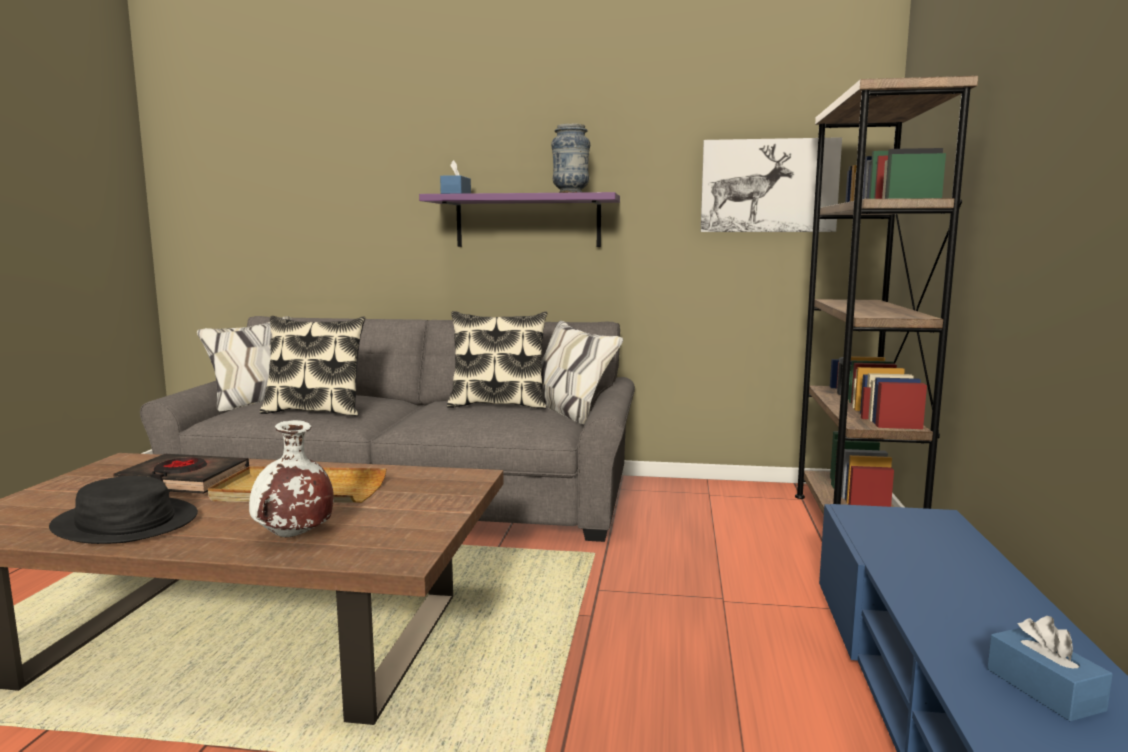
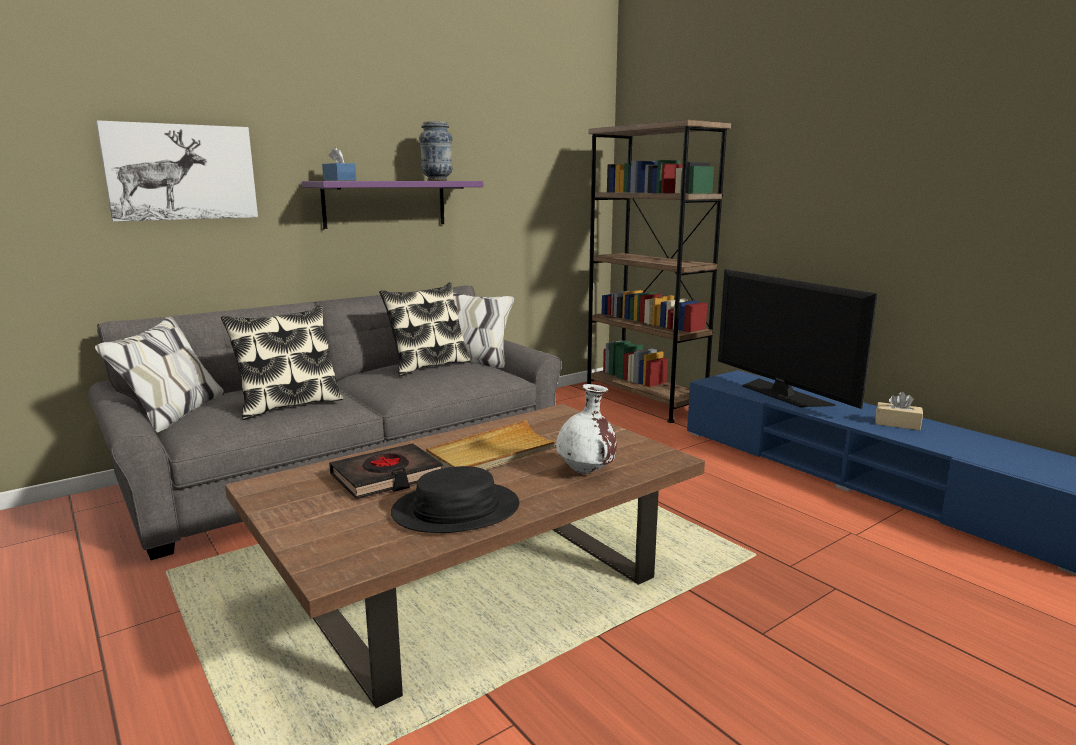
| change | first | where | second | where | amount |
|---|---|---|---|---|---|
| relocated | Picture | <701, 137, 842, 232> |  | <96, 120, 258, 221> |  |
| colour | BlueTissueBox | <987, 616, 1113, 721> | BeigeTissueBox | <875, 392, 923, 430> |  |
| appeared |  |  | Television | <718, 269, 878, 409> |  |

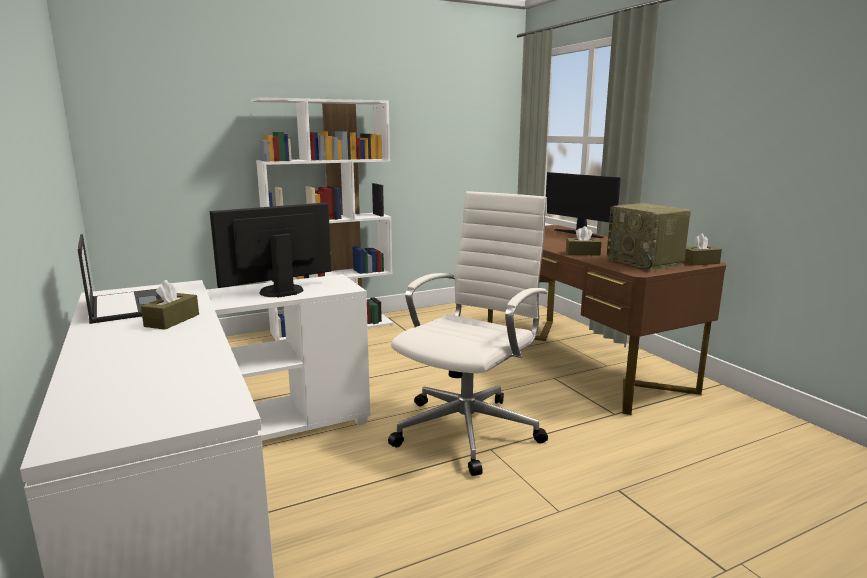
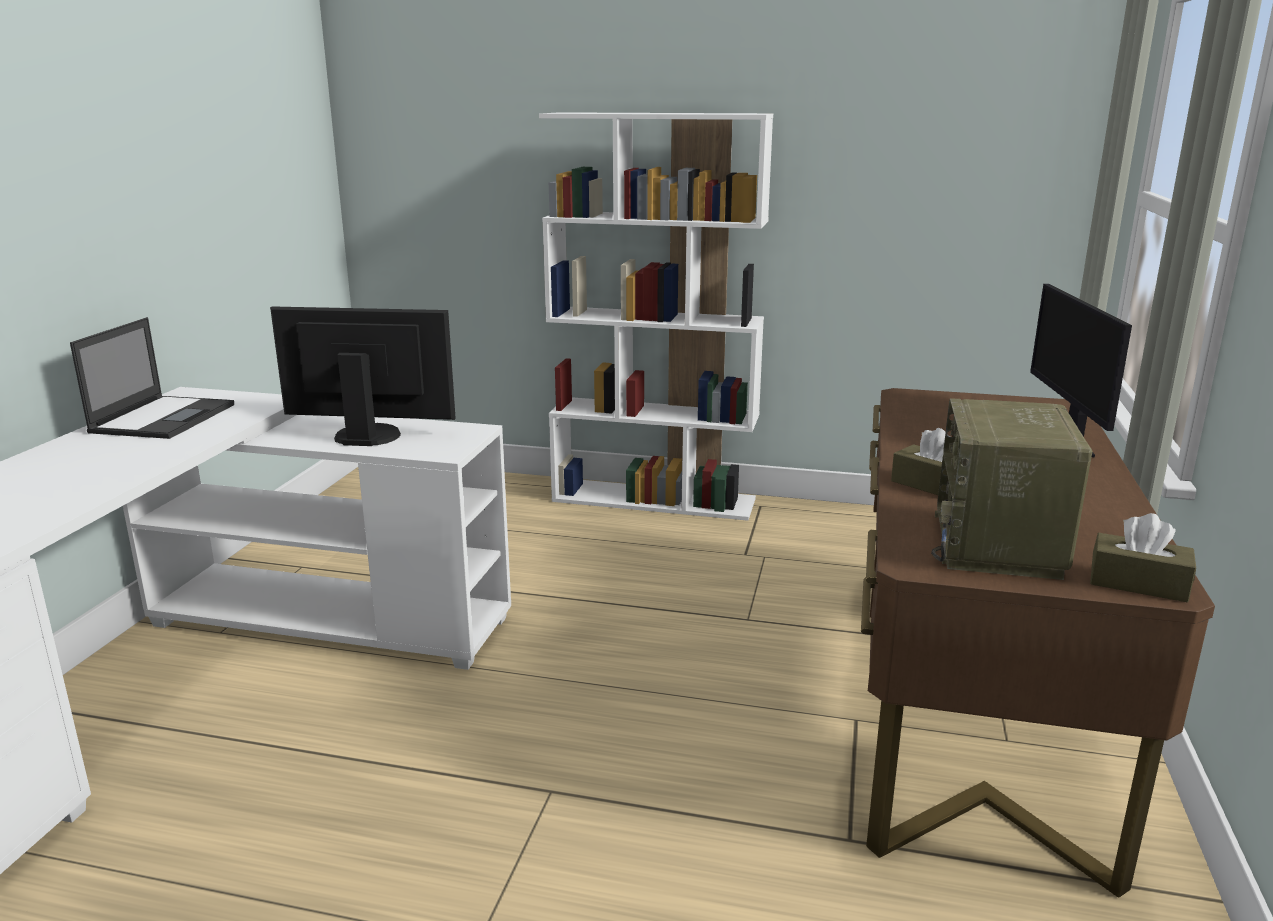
| change | first | where | second | where | amount |
|---|---|---|---|---|---|
| missing | BrownTissueBox | <141, 280, 199, 330> |  |  |  |
| missing | WhiteOfficeChair | <388, 191, 548, 476> |  |  |  |

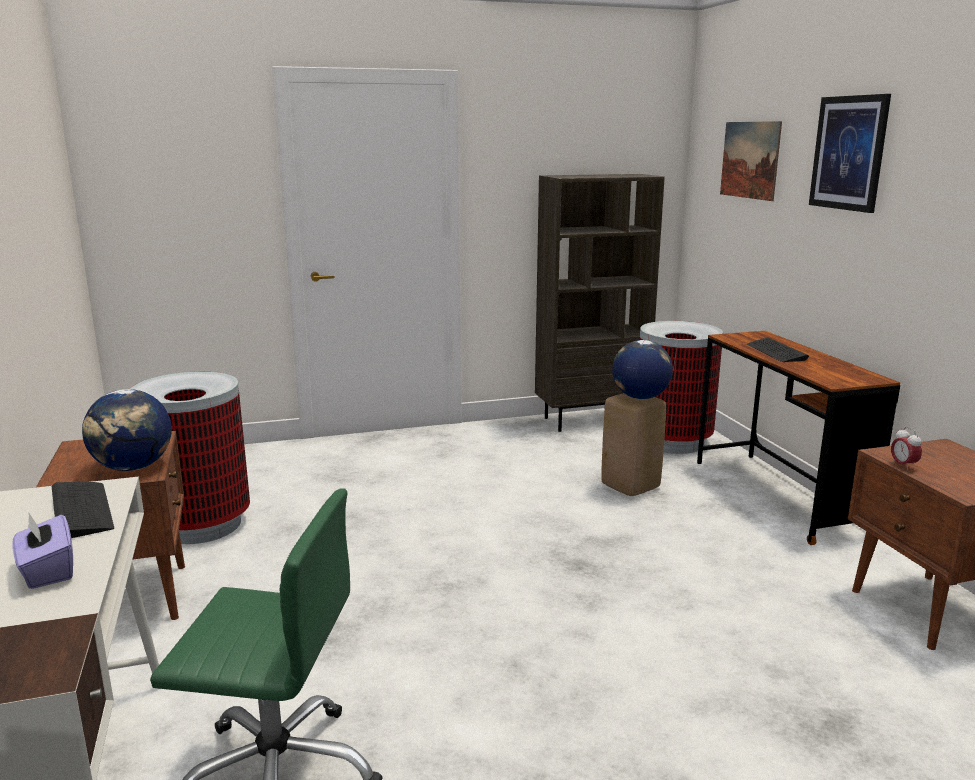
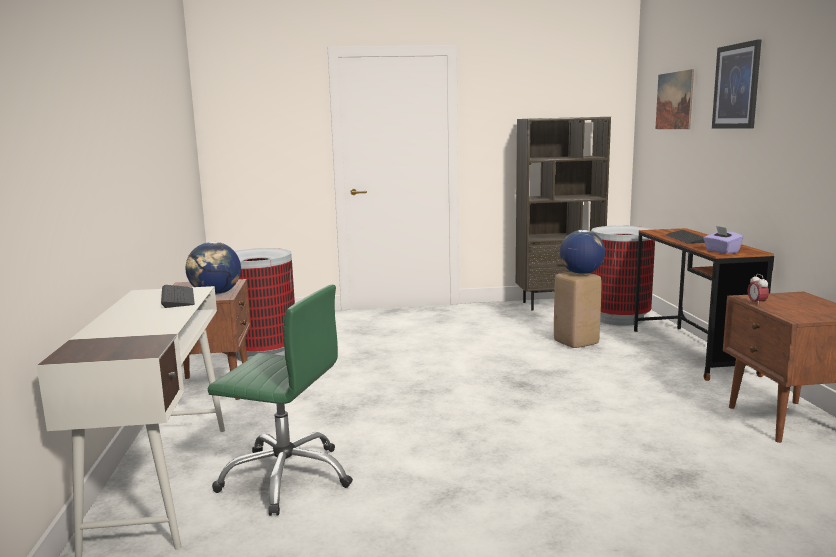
| change | first | where | second | where | amount |
|---|---|---|---|---|---|
| relocated | PurpleTissueBox | <12, 513, 73, 589> |  | <703, 226, 744, 254> |  |

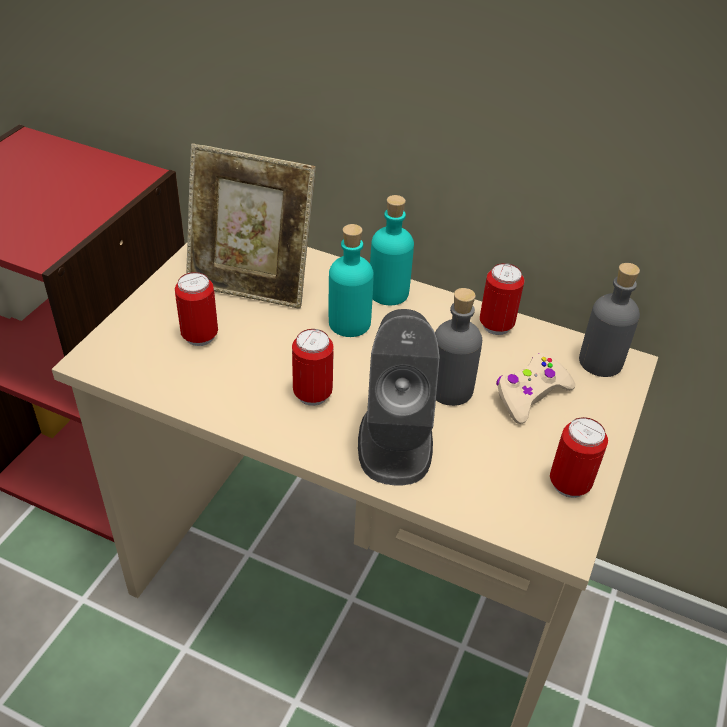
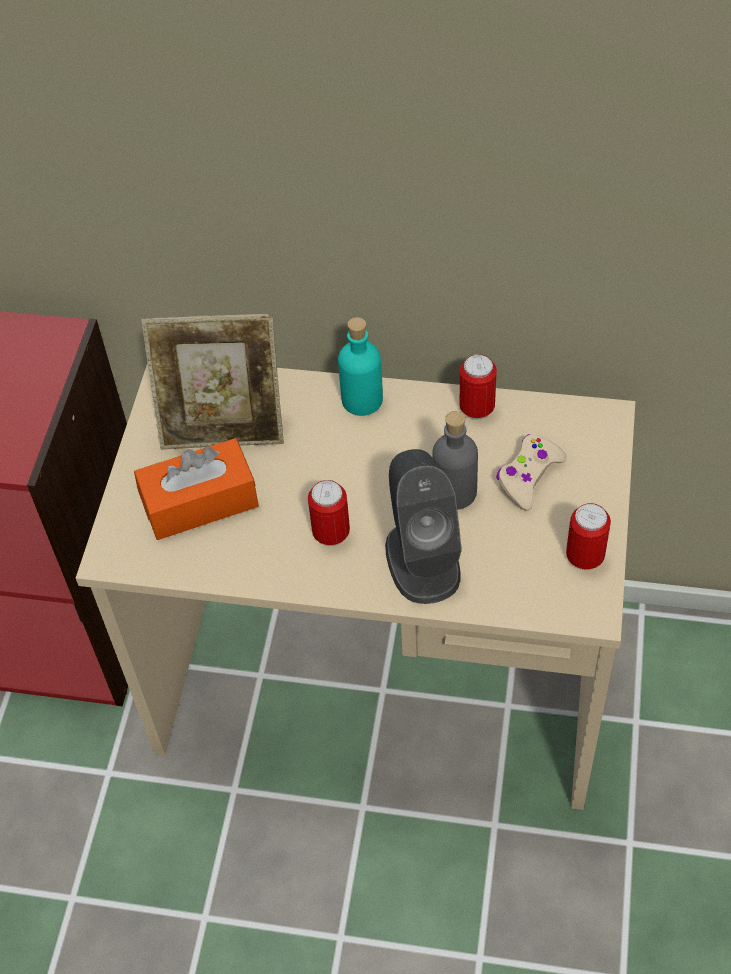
| change | first | where | second | where | amount |
|---|---|---|---|---|---|
| exchanged | Can | <175, 272, 218, 346> | OrangeTissueBox | <134, 438, 259, 540> |  |
| missing | TurquoiseBottle | <329, 224, 374, 337> |  |  |  |
| missing | GreyBottle | <579, 263, 640, 377> |  |  |  |

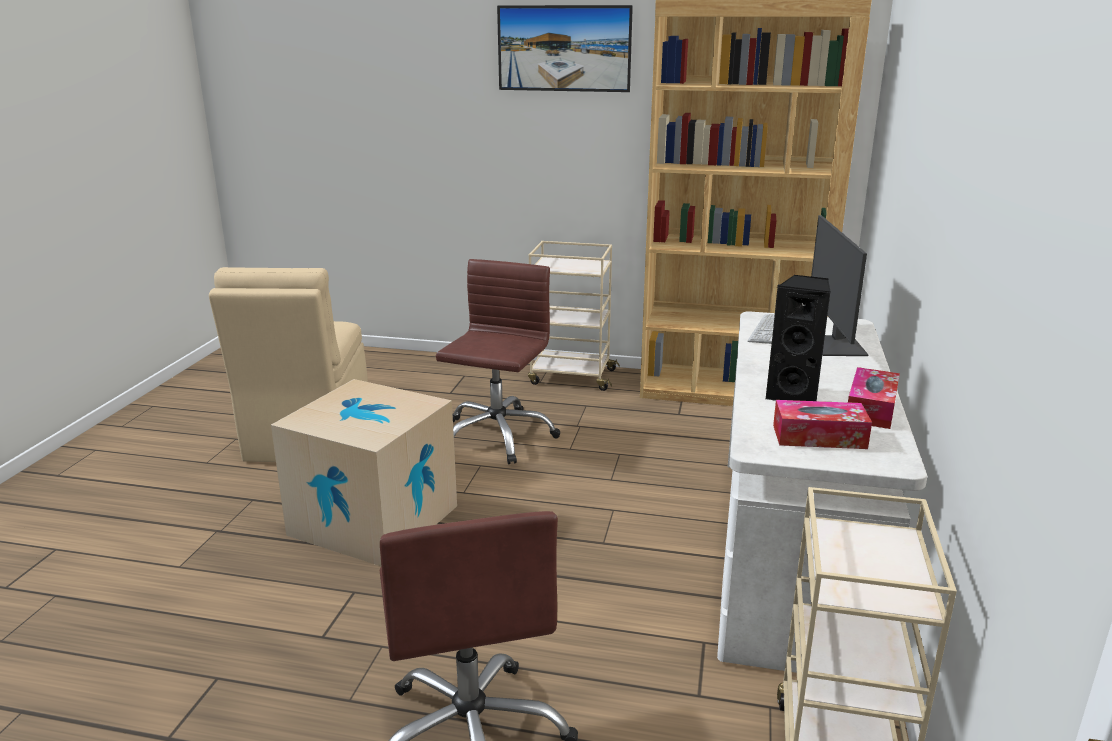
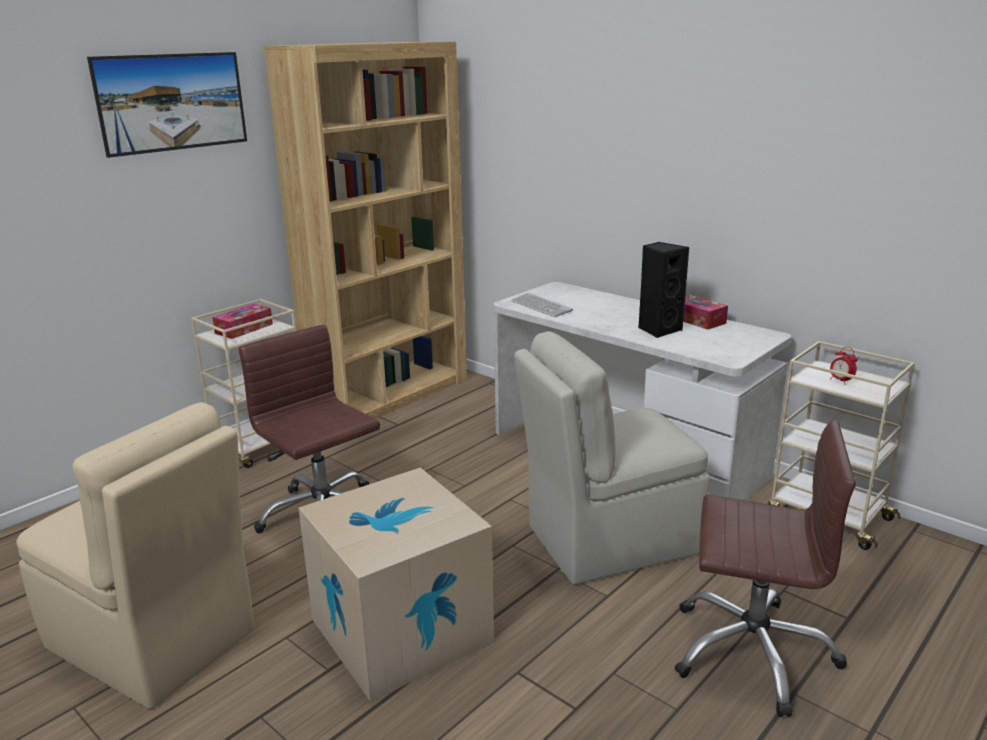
| change | first | where | second | where | amount |
|---|---|---|---|---|---|
| relocated | TissueBox | <773, 400, 872, 449> |  | <212, 304, 273, 339> |  |
| missing | Monitor | <811, 215, 868, 356> |  |  |  |
| appeared |  |  | BeigeChair | <514, 331, 710, 584> |  |
| appeared |  |  | AlarmClock | <830, 347, 858, 385> |  |

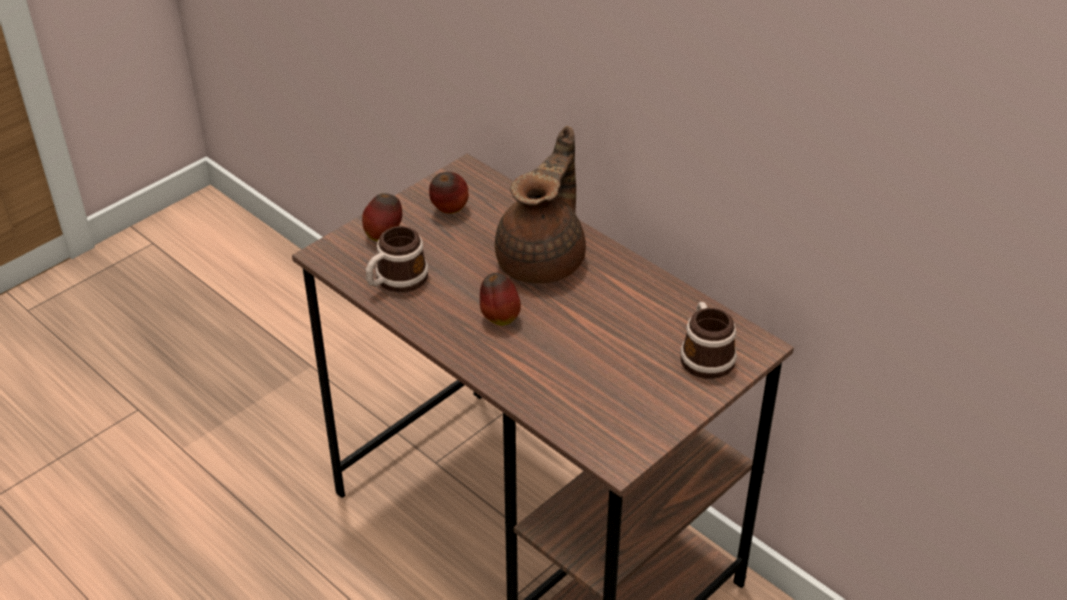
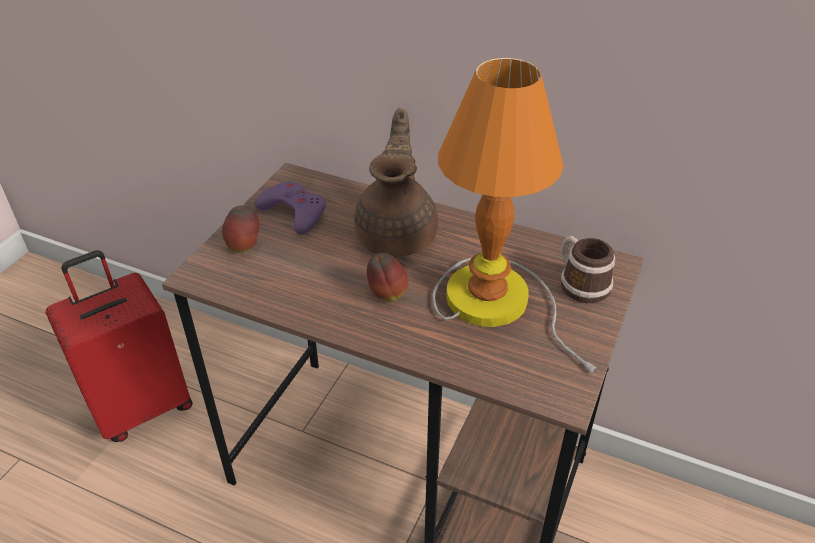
| change | first | where | second | where | amount |
|---|---|---|---|---|---|
| missing | Mug | <366, 226, 428, 293> |  |  |  |
| exchanged | Apple | <429, 172, 469, 214> | PurpleGameController | <255, 181, 326, 235> |  |
| appeared |  |  | RedSuitcase | <46, 250, 192, 442> |  |
| appeared |  |  | TableLamp | <432, 58, 599, 375> |  |

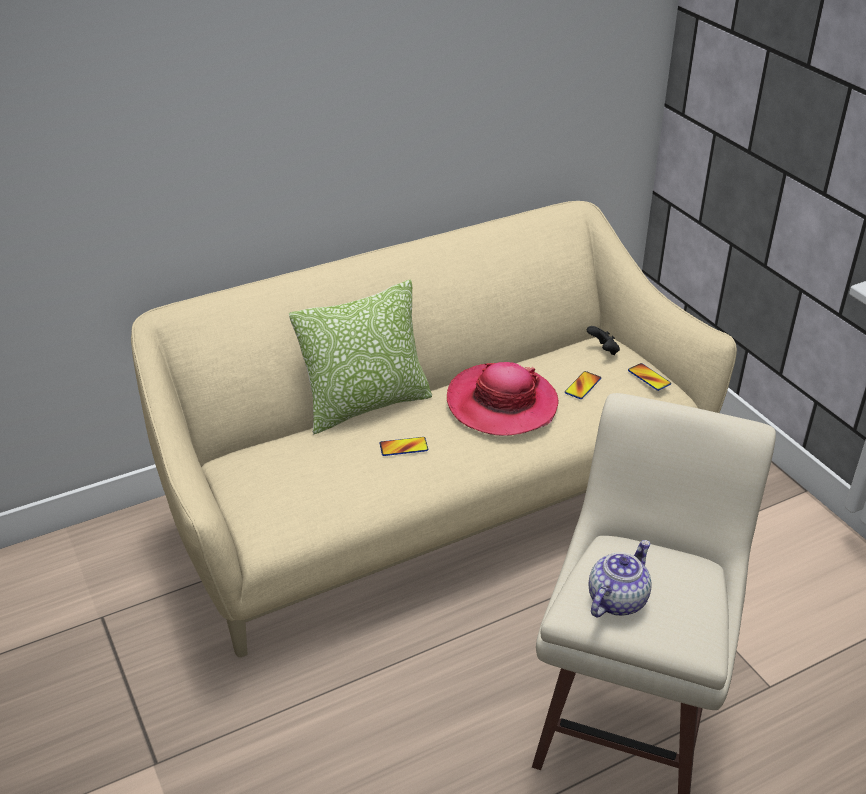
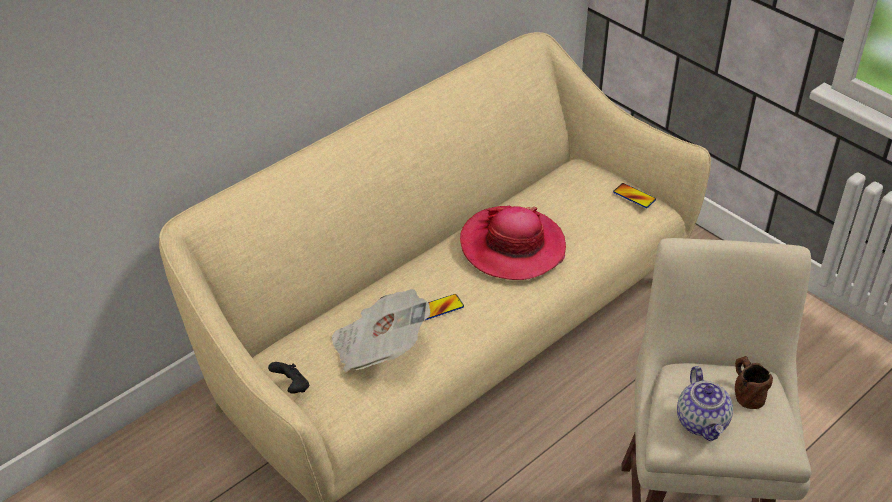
| change | first | where | second | where | amount |
|---|---|---|---|---|---|
| missing | Pillow | <289, 279, 432, 434> |  |  |  |
| missing | Phone | <565, 371, 601, 399> |  |  |  |
| relocated | BlackGameController | <587, 326, 620, 355> |  | <268, 362, 309, 394> |  |
| spun | Teapot | <589, 540, 651, 617> |  | <677, 366, 733, 441> | 150 degrees clockwise |
| appeared |  |  | Newspaper | <332, 289, 430, 372> |  |
| appeared |  |  | BrownMug | <735, 356, 773, 409> |  |

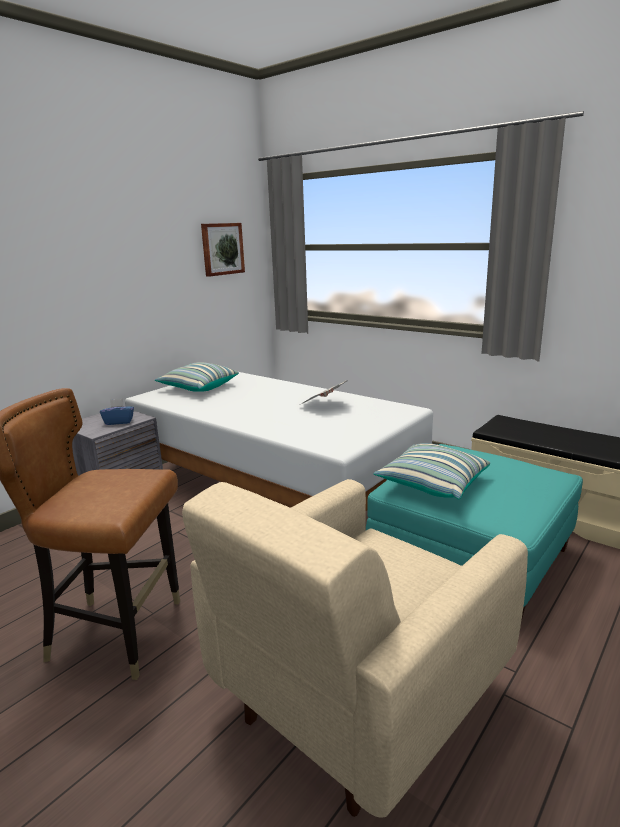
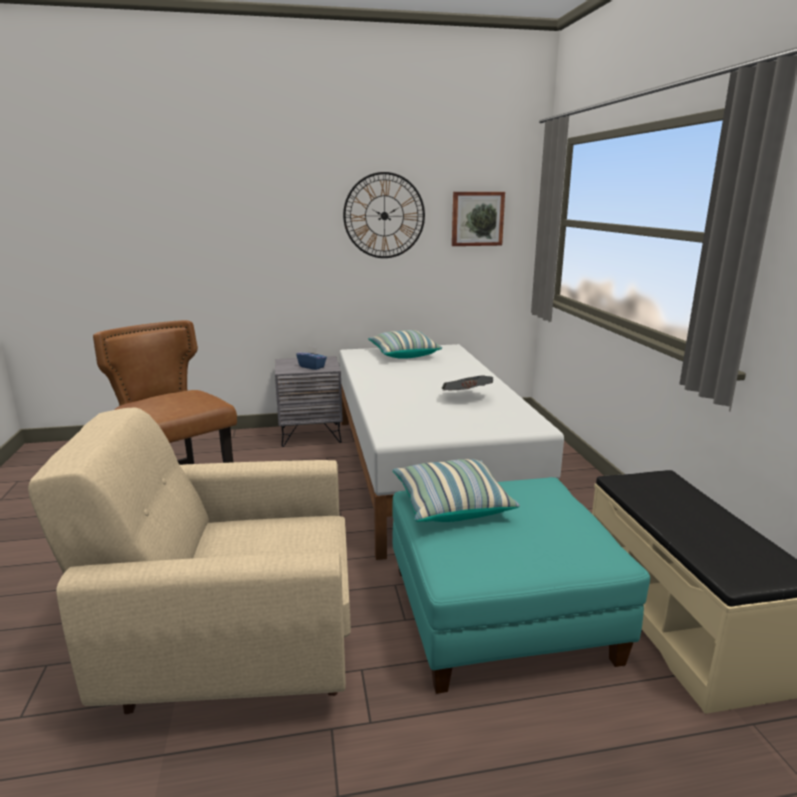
| change | first | where | second | where | amount |
|---|---|---|---|---|---|
| appeared |  |  | WallClock | <343, 172, 425, 258> |  |

